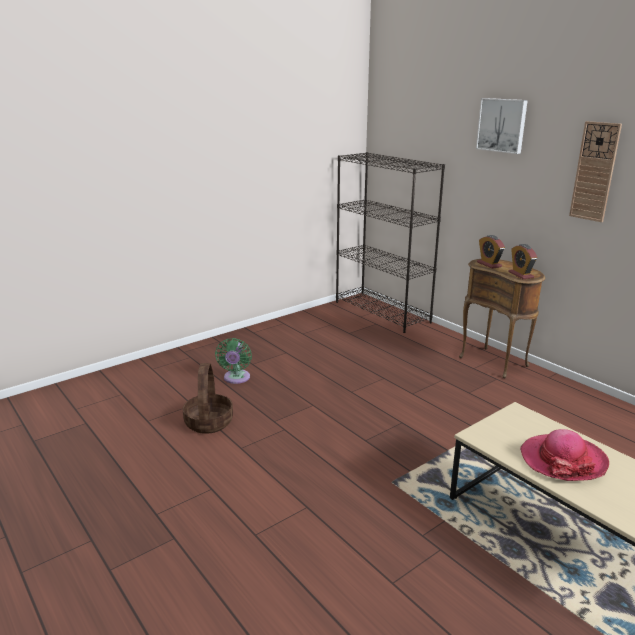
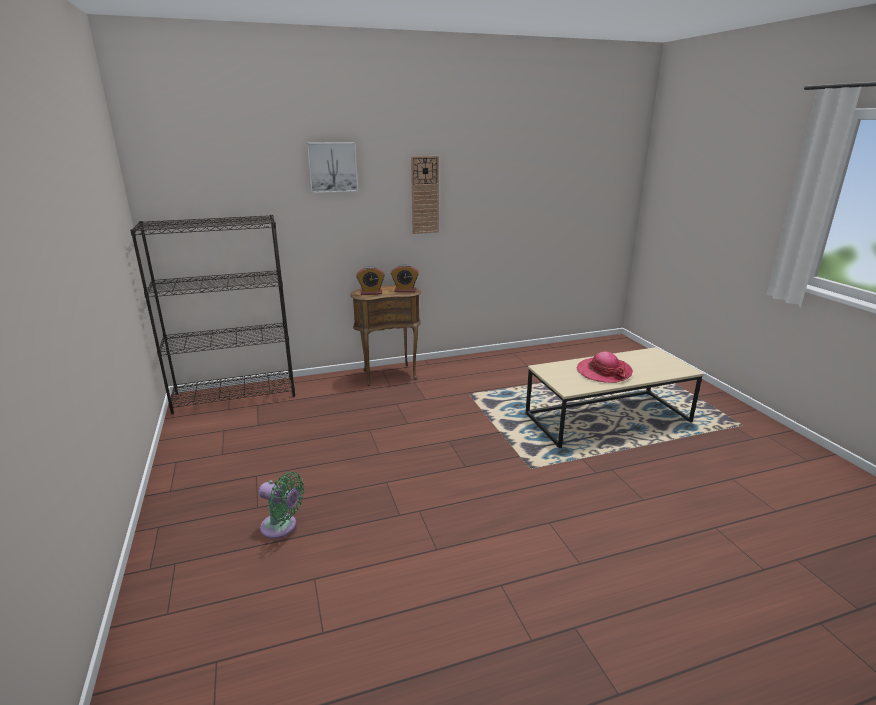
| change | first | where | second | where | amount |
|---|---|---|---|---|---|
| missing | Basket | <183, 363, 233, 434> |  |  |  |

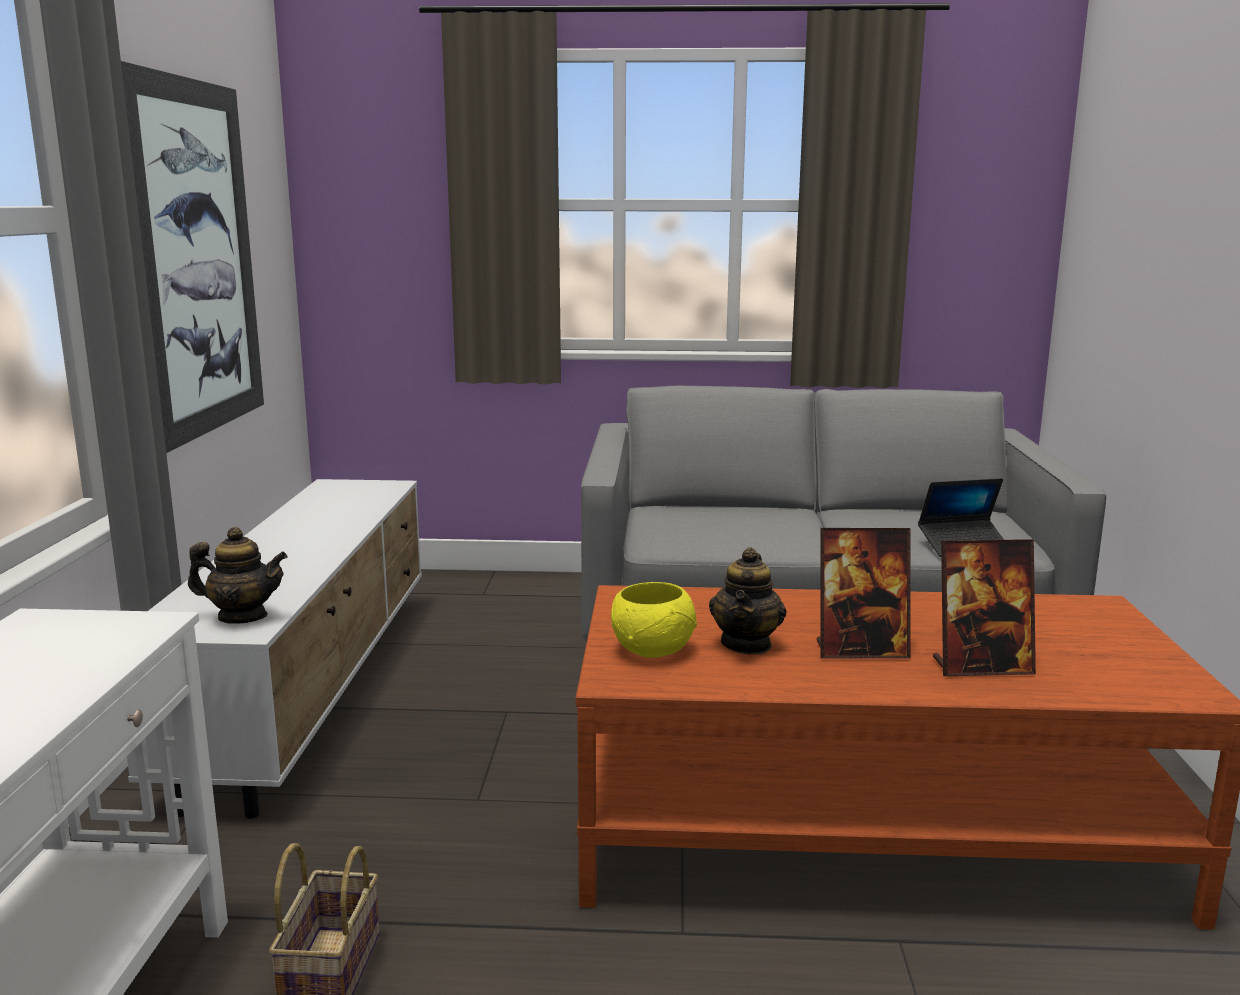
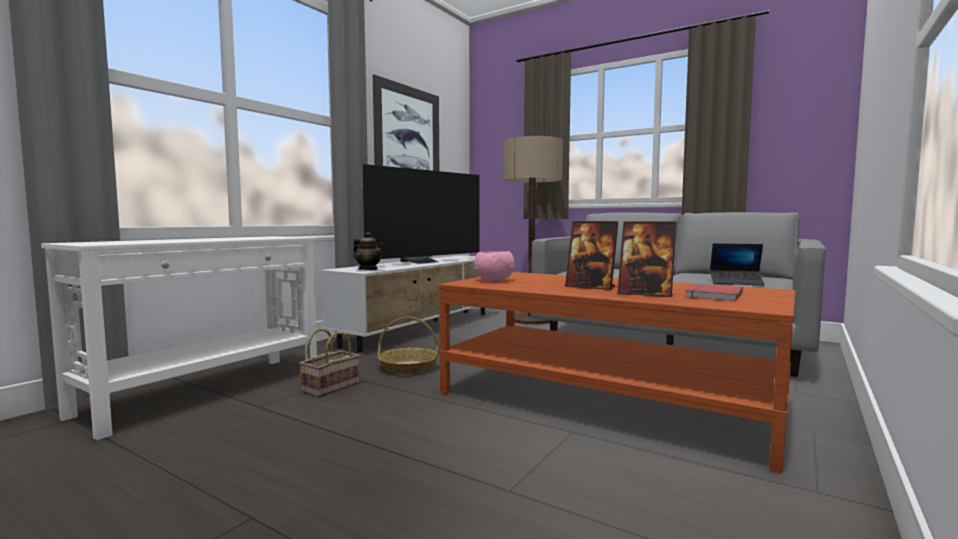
| change | first | where | second | where | amount |
|---|---|---|---|---|---|
| colour | YellowBowl | <611, 582, 697, 658> | PinkBowl | <474, 251, 514, 281> |  |
| missing | Teapot | <709, 547, 787, 655> |  |  |  |
| appeared |  |  | Television | <362, 164, 479, 264> |  |
| appeared |  |  | Basket | <378, 317, 439, 374> |  |
| appeared |  |  | FloorLamp | <503, 136, 563, 325> |  |
| appeared |  |  | RedBook | <686, 284, 743, 301> |  |

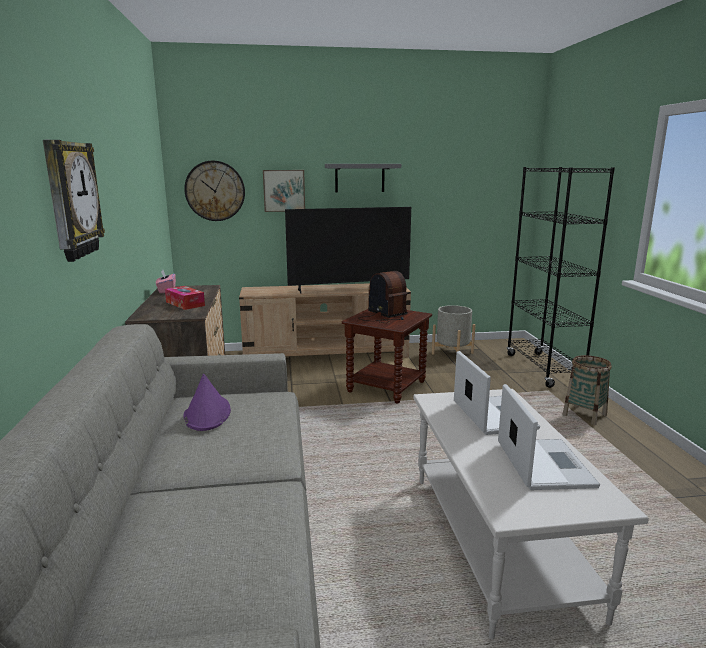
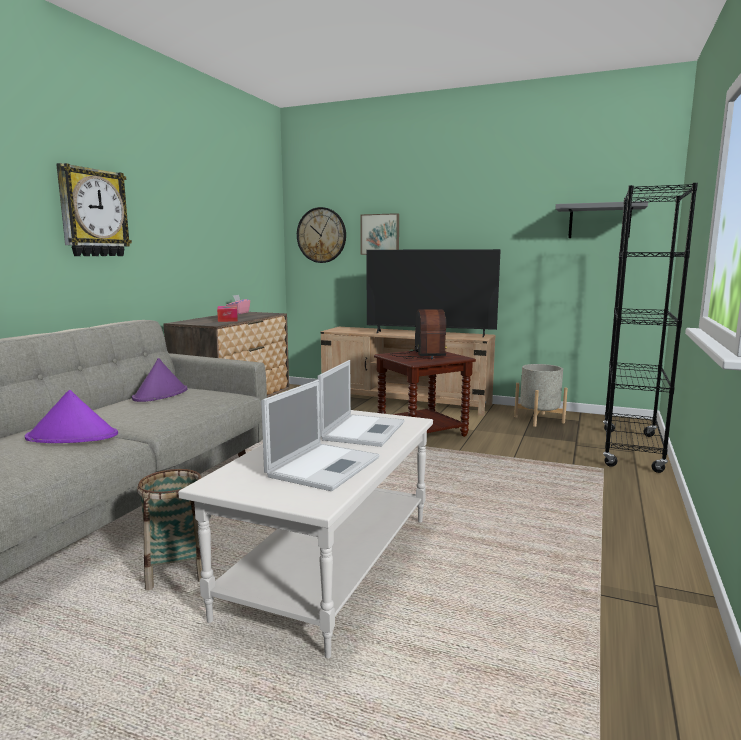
| change | first | where | second | where | amount |
|---|---|---|---|---|---|
| relocated | GreyShelf | <325, 164, 401, 192> |  | <556, 201, 648, 238> |  |
| relocated | Basket | <563, 355, 612, 425> |  | <137, 469, 202, 590> |  |
| appeared |  |  | PurpleHat | <25, 390, 118, 443> |  |

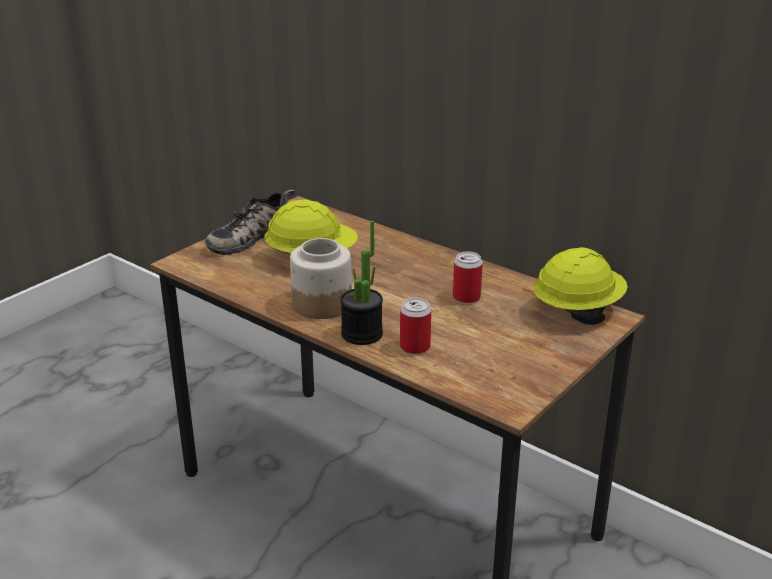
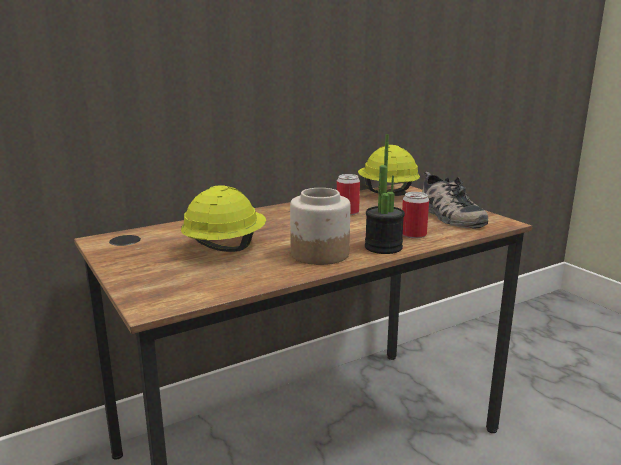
| change | first | where | second | where | amount |
|---|---|---|---|---|---|
| relocated | Shoe | <205, 189, 295, 255> |  | <422, 172, 488, 229> |  |

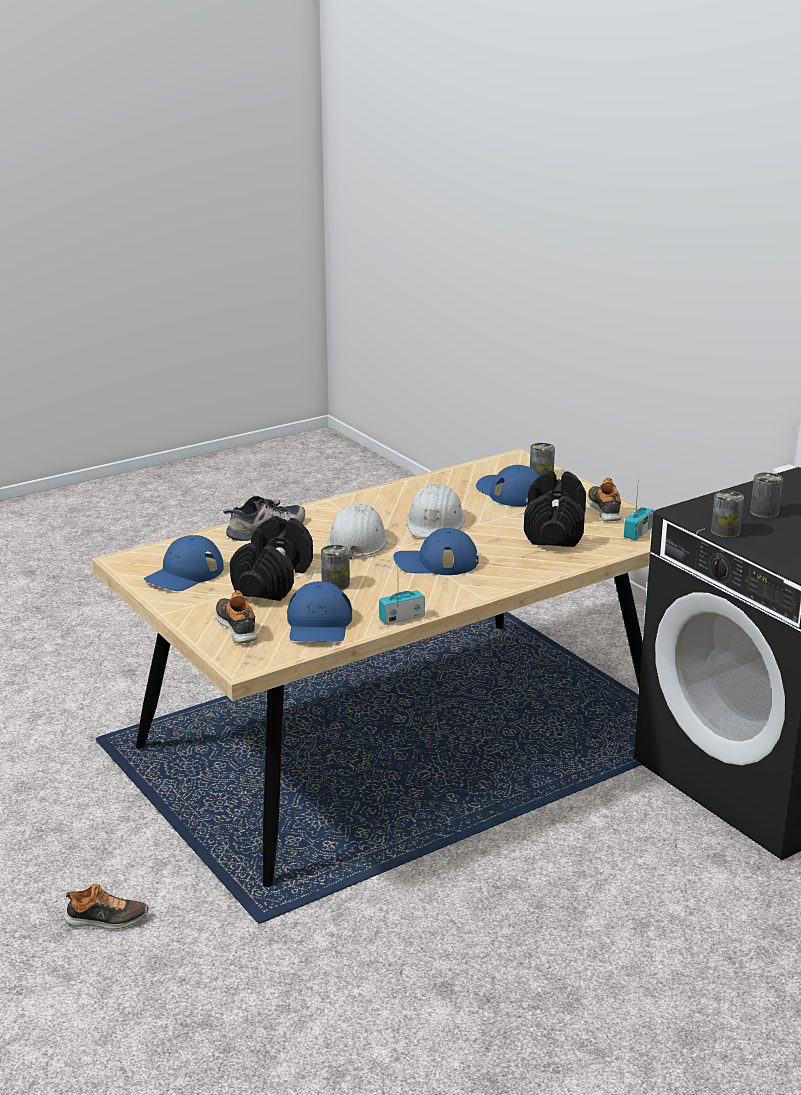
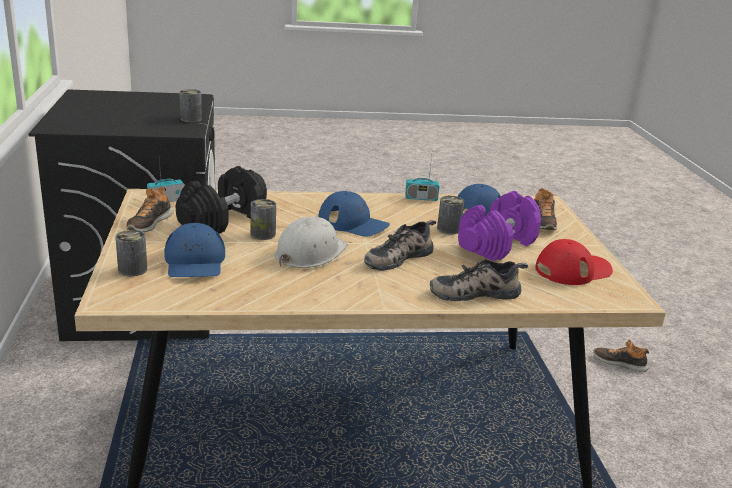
| change | first | where | second | where | amount |
|---|---|---|---|---|---|
| colour | BlueCap | <144, 535, 224, 591> | RedCap | <535, 239, 613, 285> |  |
| colour | BlackDumbbell | <230, 516, 313, 601> | PurpleDumbbell | <458, 191, 541, 261> |  |
| exchanged | WhiteHardHat | <328, 503, 388, 560> | Shoe | <364, 220, 436, 271> |  |
| relocated | Can | <750, 473, 783, 518> |  | <251, 199, 276, 240> |  |

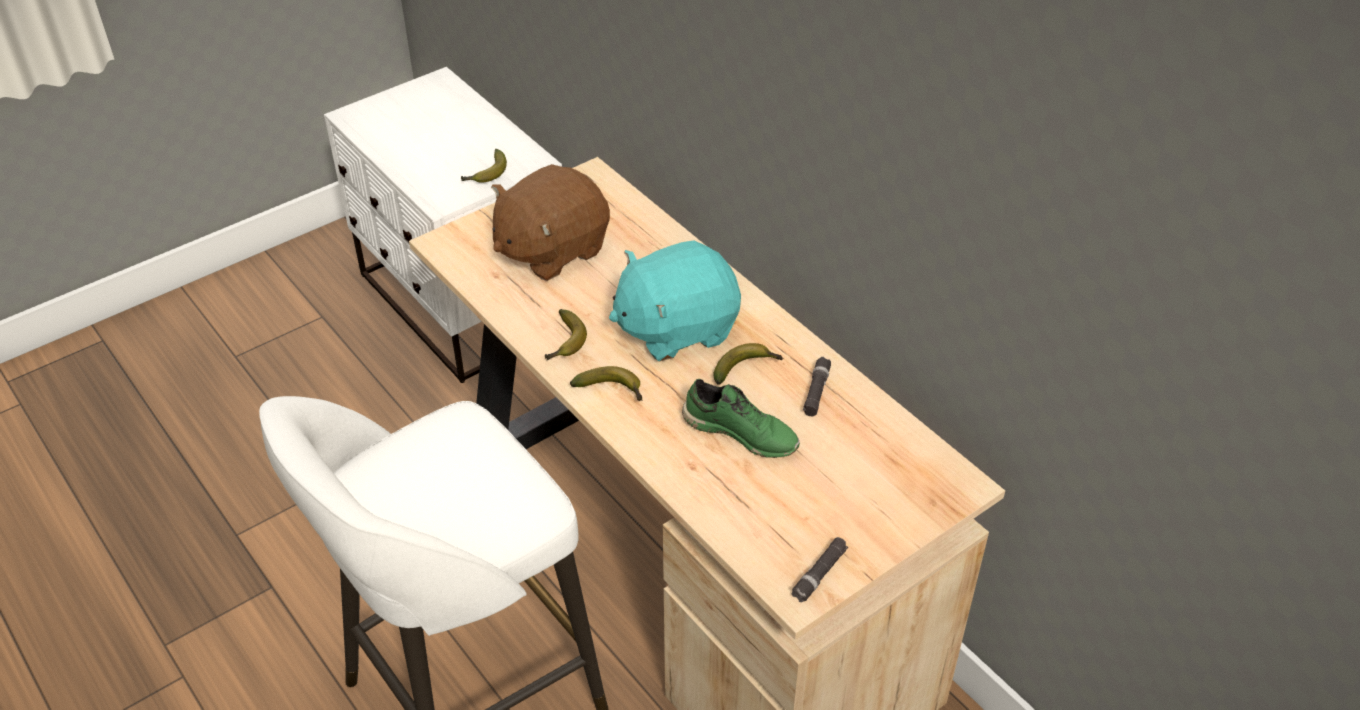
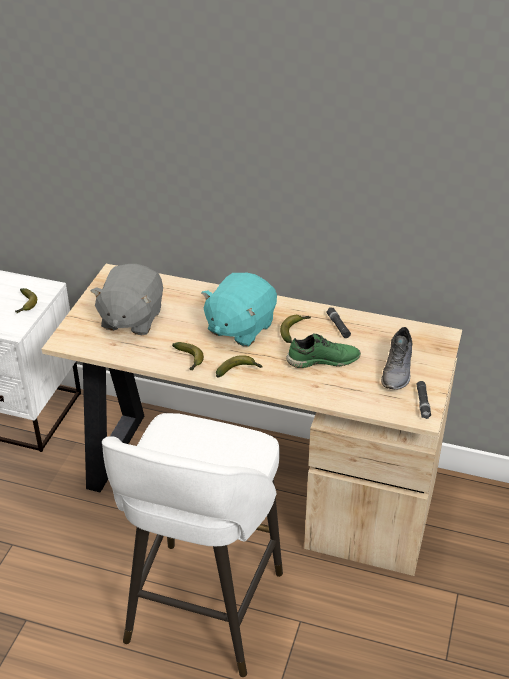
| change | first | where | second | where | amount |
|---|---|---|---|---|---|
| colour | BrownPlushToy | <491, 164, 610, 281> | GreyPlushToy | <91, 264, 163, 335> |  |
| appeared |  |  | GreyShoe | <381, 327, 412, 390> |  |

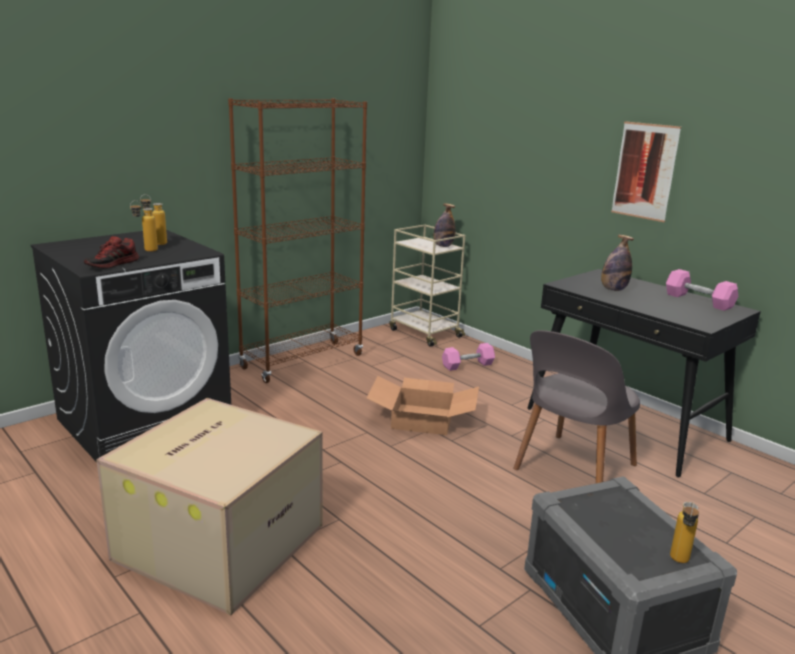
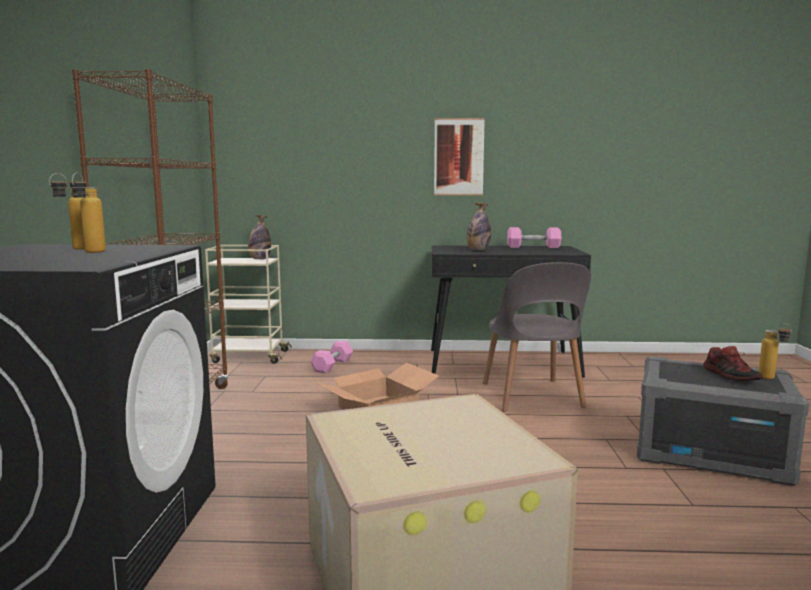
| change | first | where | second | where | amount |
|---|---|---|---|---|---|
| relocated | Shoe | <84, 236, 139, 269> |  | <703, 346, 762, 381> |  |

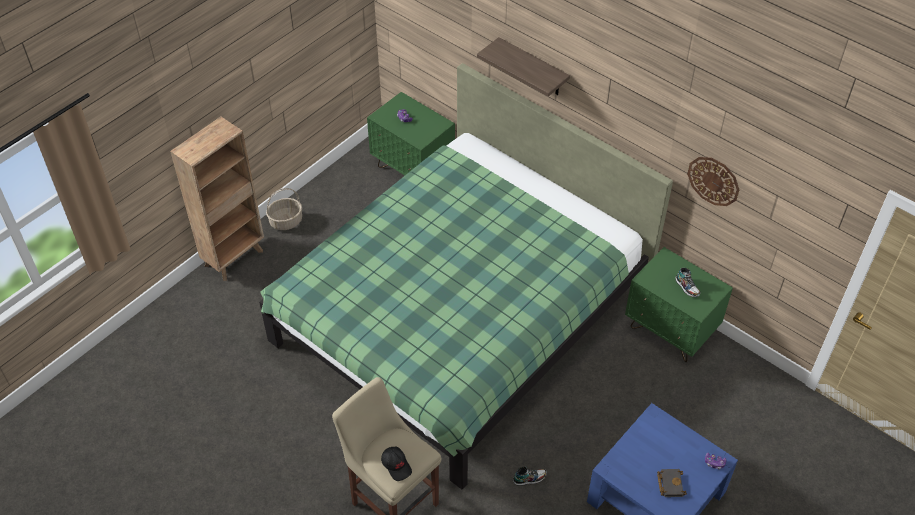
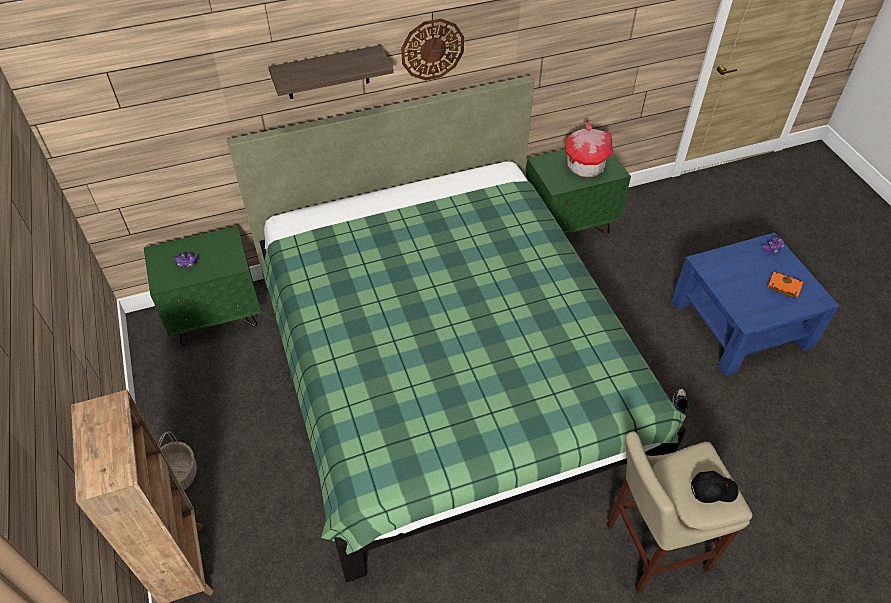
| change | first | where | second | where | amount |
|---|---|---|---|---|---|
| colour | BlackBook | <657, 469, 687, 497> | OrangeBook | <768, 271, 803, 299> |  |
| exchanged | Shoe | <675, 268, 700, 297> | ToyHouse | <564, 122, 613, 177> |  |
| relocated | WallClock | <687, 157, 739, 206> |  | <401, 18, 464, 80> |  |

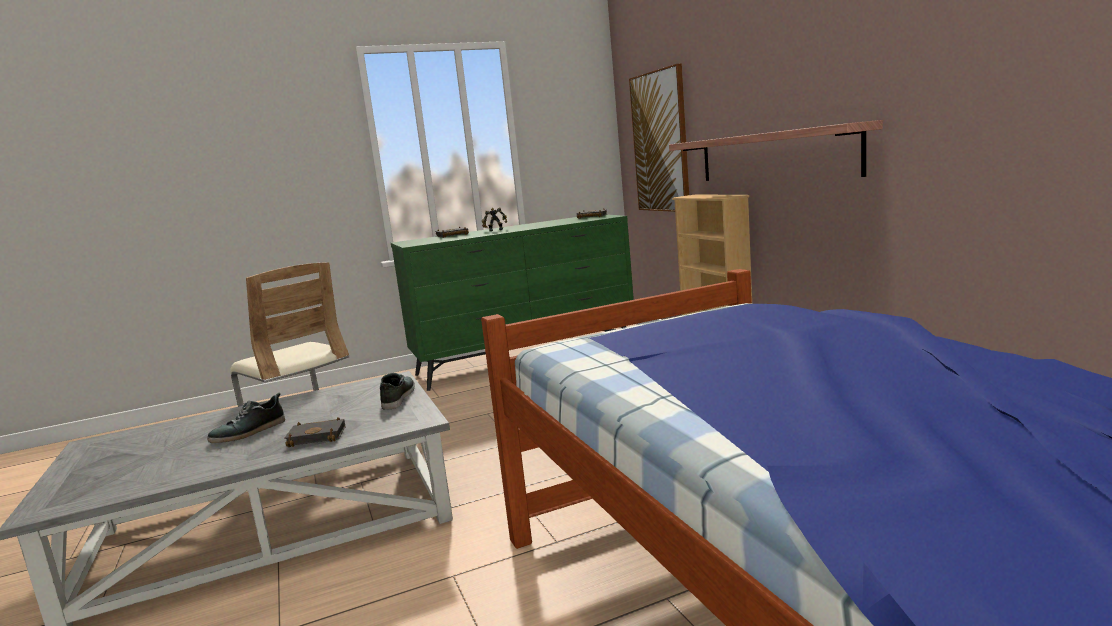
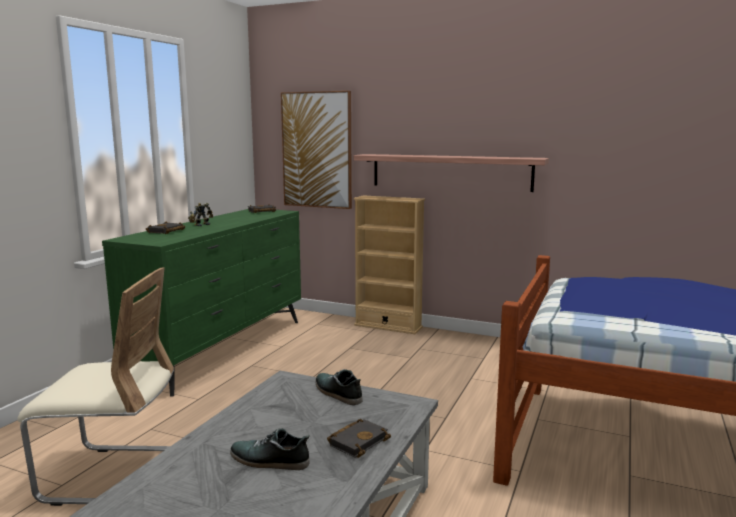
| change | first | where | second | where | amount |
|---|---|---|---|---|---|
| spun | Shoe | <207, 393, 285, 443> |  | <230, 428, 310, 470> | 105 degrees clockwise |

